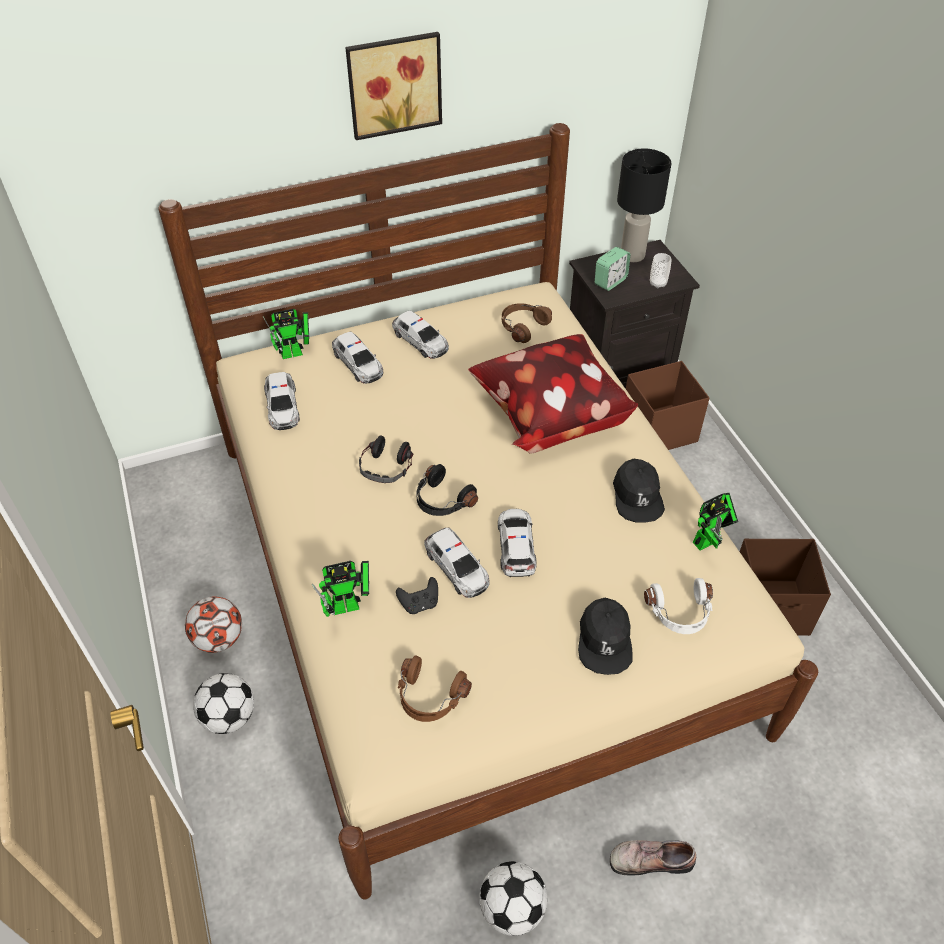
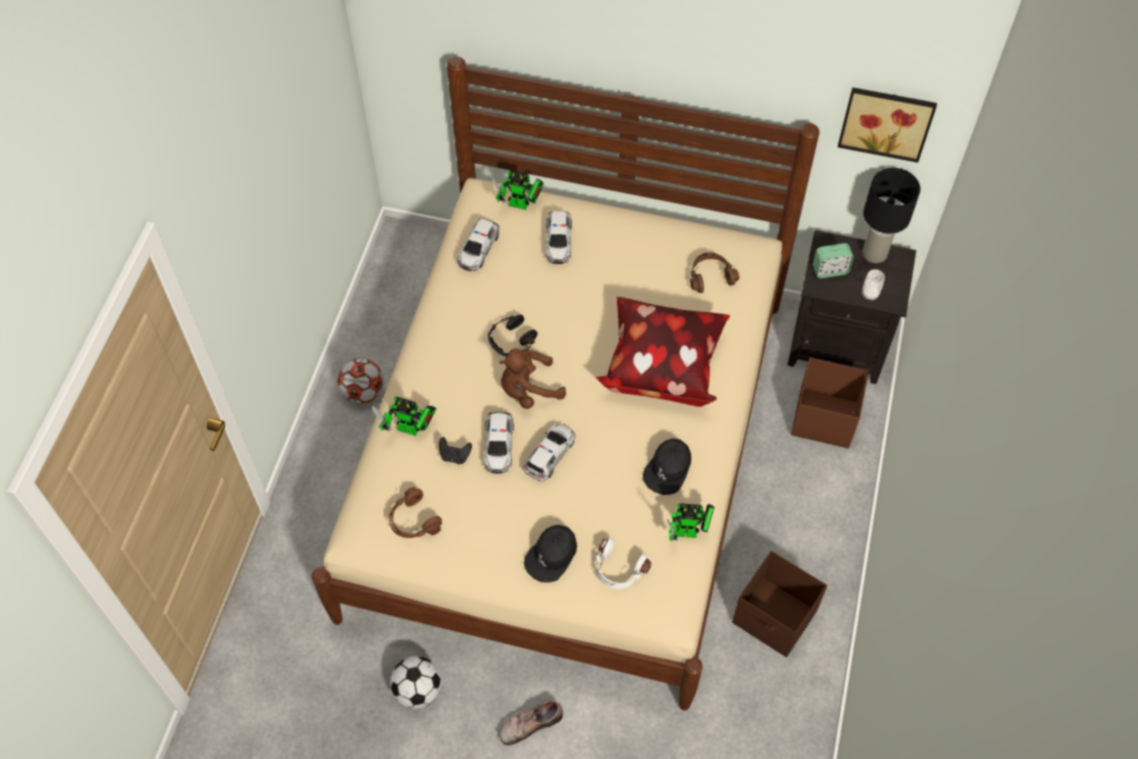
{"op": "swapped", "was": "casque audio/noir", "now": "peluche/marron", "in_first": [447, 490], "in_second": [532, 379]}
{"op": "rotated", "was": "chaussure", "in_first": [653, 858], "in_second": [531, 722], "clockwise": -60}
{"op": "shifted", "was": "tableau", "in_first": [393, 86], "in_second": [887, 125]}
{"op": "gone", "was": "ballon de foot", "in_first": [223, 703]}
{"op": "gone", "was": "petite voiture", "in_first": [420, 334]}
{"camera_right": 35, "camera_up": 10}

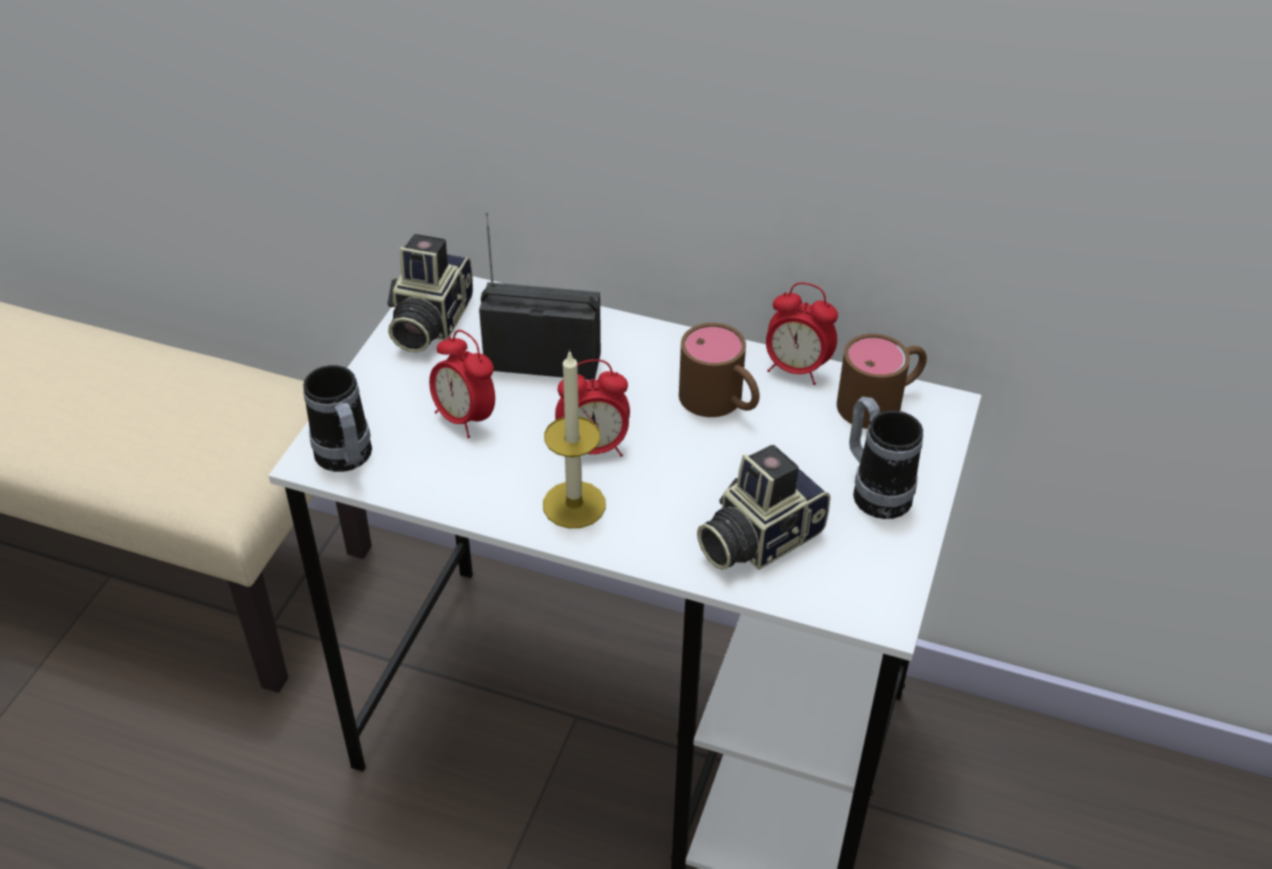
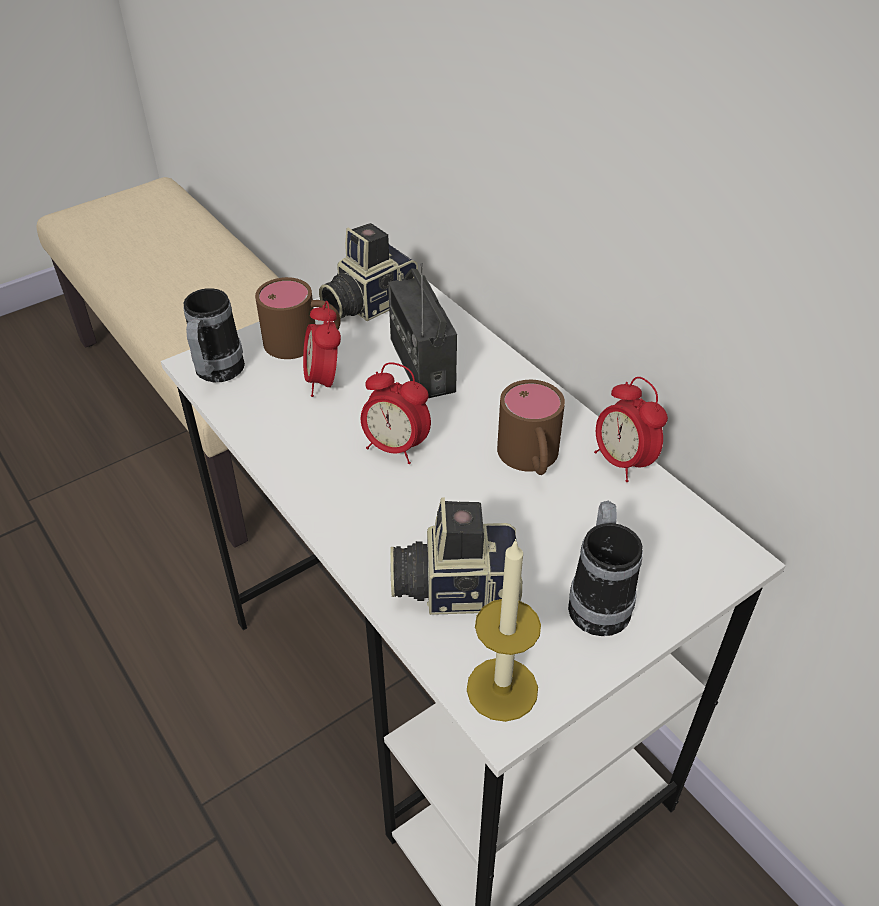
{"op": "shifted", "was": "mug/marron", "in_first": [882, 381], "in_second": [298, 318]}
{"op": "rotated", "was": "radio", "in_first": [540, 296], "in_second": [422, 330], "clockwise": -150}
{"op": "shifted", "was": "bougie", "in_first": [574, 439], "in_second": [504, 630]}
{"camera_right": 35, "camera_up": 0}

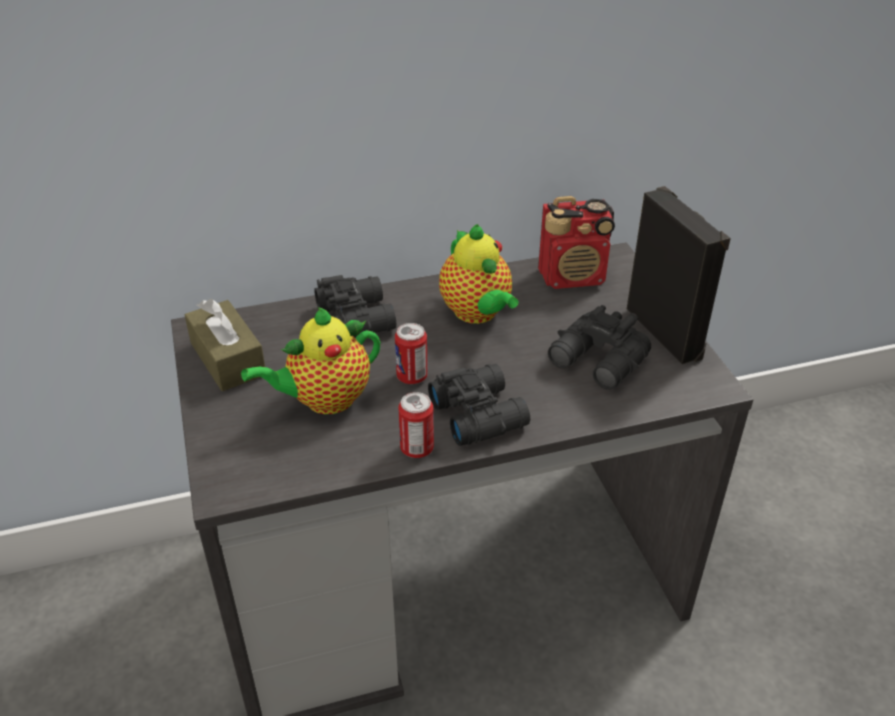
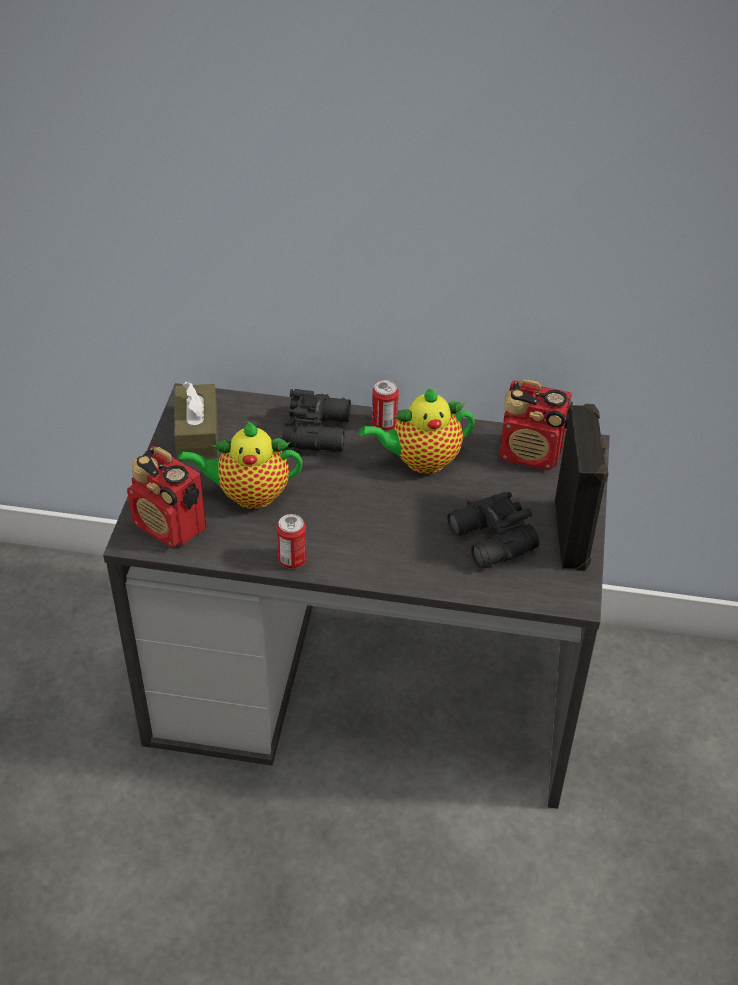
{"op": "new", "now": "radio", "in_second": [166, 497]}
{"op": "rotated", "was": "théière", "in_first": [479, 274], "in_second": [417, 430], "clockwise": 75}
{"op": "shifted", "was": "boîte métallique", "in_first": [411, 353], "in_second": [385, 405]}
{"op": "gone", "was": "jumelles/noir", "in_first": [479, 405]}
{"camera_right": 25, "camera_up": 5}

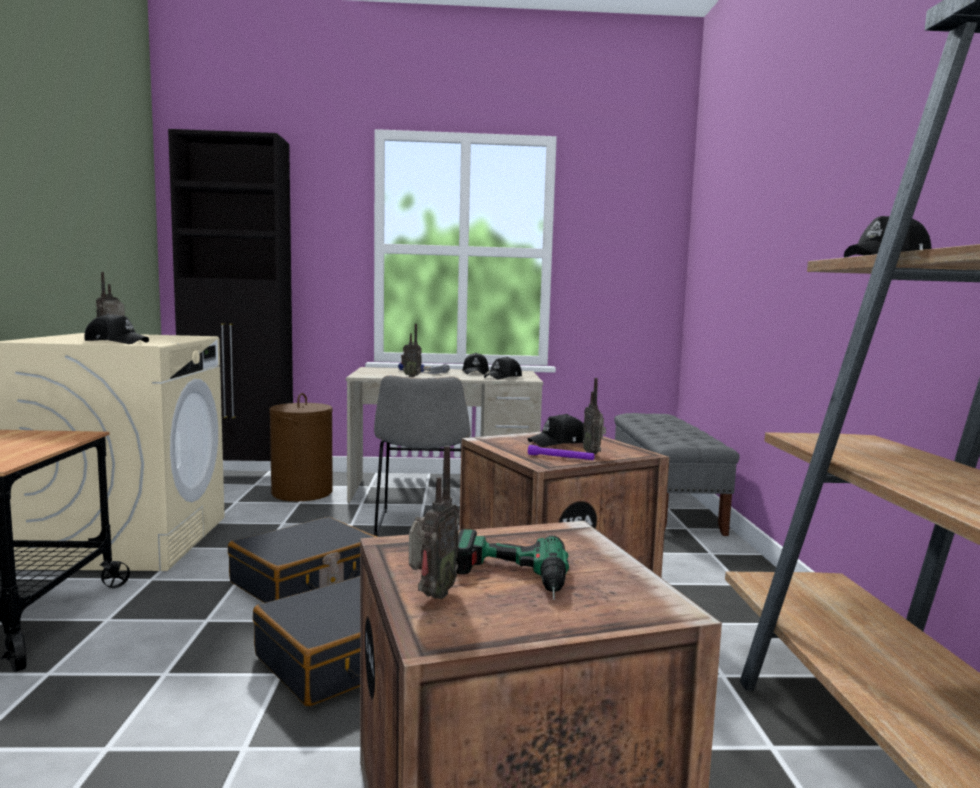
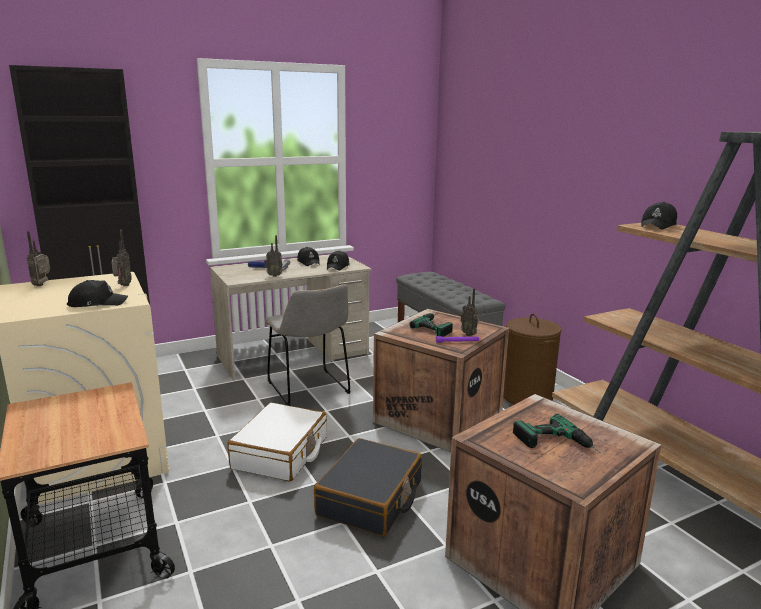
{"op": "shifted", "was": "radio", "in_first": [434, 522], "in_second": [121, 258]}
{"op": "repainted", "was": "valise/noir", "now": "valise/blanc", "in_first": [302, 560], "in_second": [277, 442]}
{"op": "swapped", "was": "casquette/noir", "now": "perceuse", "in_first": [556, 430], "in_second": [431, 325]}
{"op": "shifted", "was": "panier à linge/marron", "in_first": [301, 447], "in_second": [532, 359]}
{"camera_right": -25, "camera_up": 10}

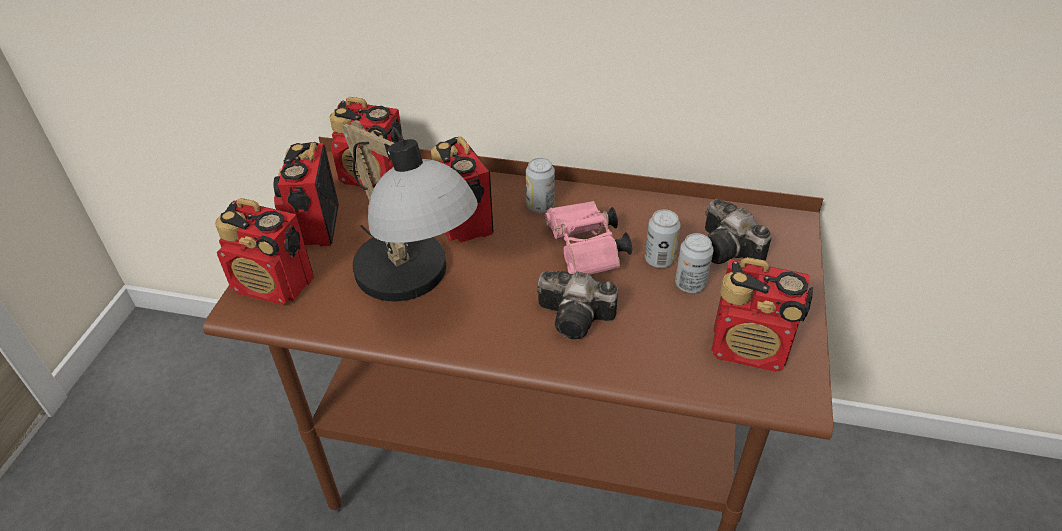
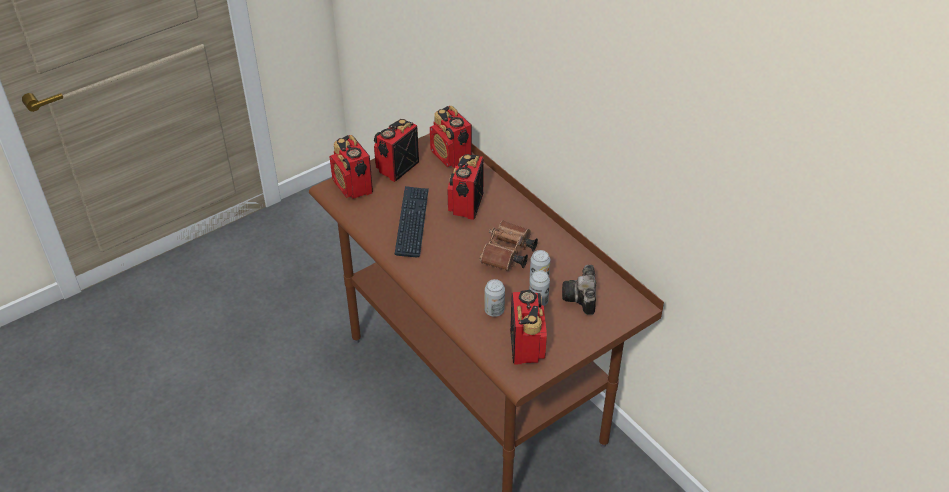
{"op": "swapped", "was": "lampe de table", "now": "clavier", "in_first": [409, 210], "in_second": [411, 221]}
{"op": "repainted", "was": "jumelles/rose", "now": "jumelles/marron", "in_first": [588, 238], "in_second": [508, 245]}
{"op": "shifted", "was": "boîte métallique", "in_first": [540, 185], "in_second": [494, 298]}
{"op": "rotated", "was": "radio", "in_first": [762, 314], "in_second": [528, 327], "clockwise": -150}
{"op": "gone", "was": "appareil photo", "in_first": [577, 305]}
{"camera_right": 40, "camera_up": 0}

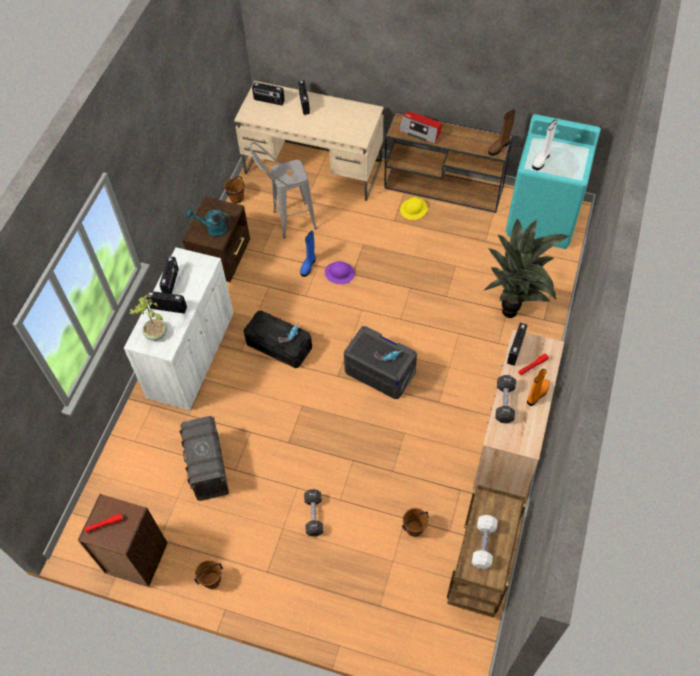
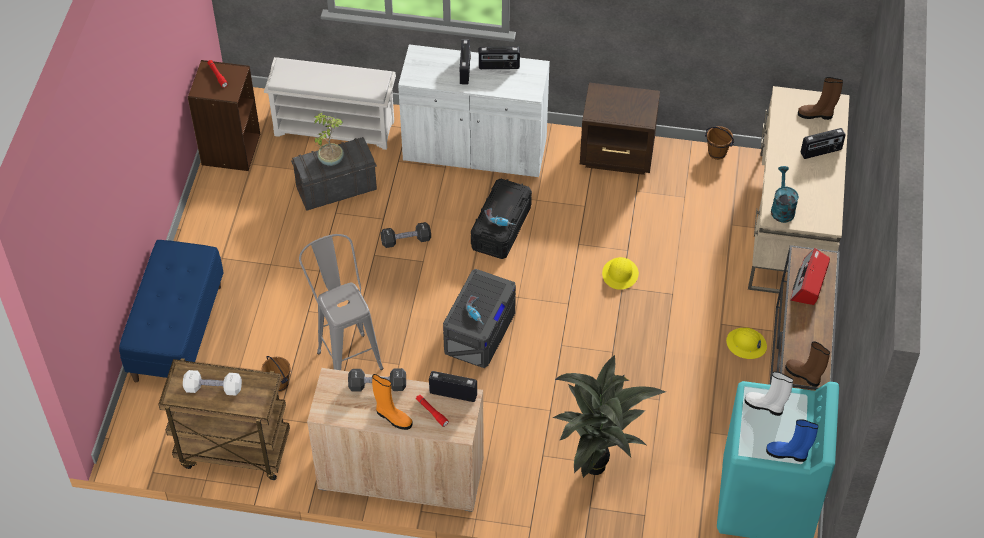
{"op": "new", "now": "banc/bleu", "in_second": [171, 311]}
{"op": "new", "now": "étagère à chaussures/blanc", "in_second": [330, 103]}
{"op": "shifted", "was": "tabouret/gris", "in_first": [283, 190], "in_second": [341, 302]}
{"op": "shifted", "was": "plante en pot", "in_first": [148, 318], "in_second": [329, 139]}
{"op": "shifted", "was": "haltère/noir", "in_first": [313, 513], "in_second": [405, 235]}
{"op": "repainted", "was": "casque de chantier/violet", "now": "casque de chantier/jaune", "in_first": [340, 272], "in_second": [620, 273]}
{"op": "shifted", "was": "botte/bleu", "in_first": [308, 254], "in_second": [792, 440]}
{"op": "shifted", "was": "arrosoir/turquoise", "in_first": [208, 223], "in_second": [785, 194]}
{"op": "swapped", "was": "radio", "now": "botte/marron", "in_first": [268, 93], "in_second": [820, 98]}
{"op": "gone", "was": "seau/marron", "in_first": [208, 574]}
{"camera_right": 80, "camera_up": -5}

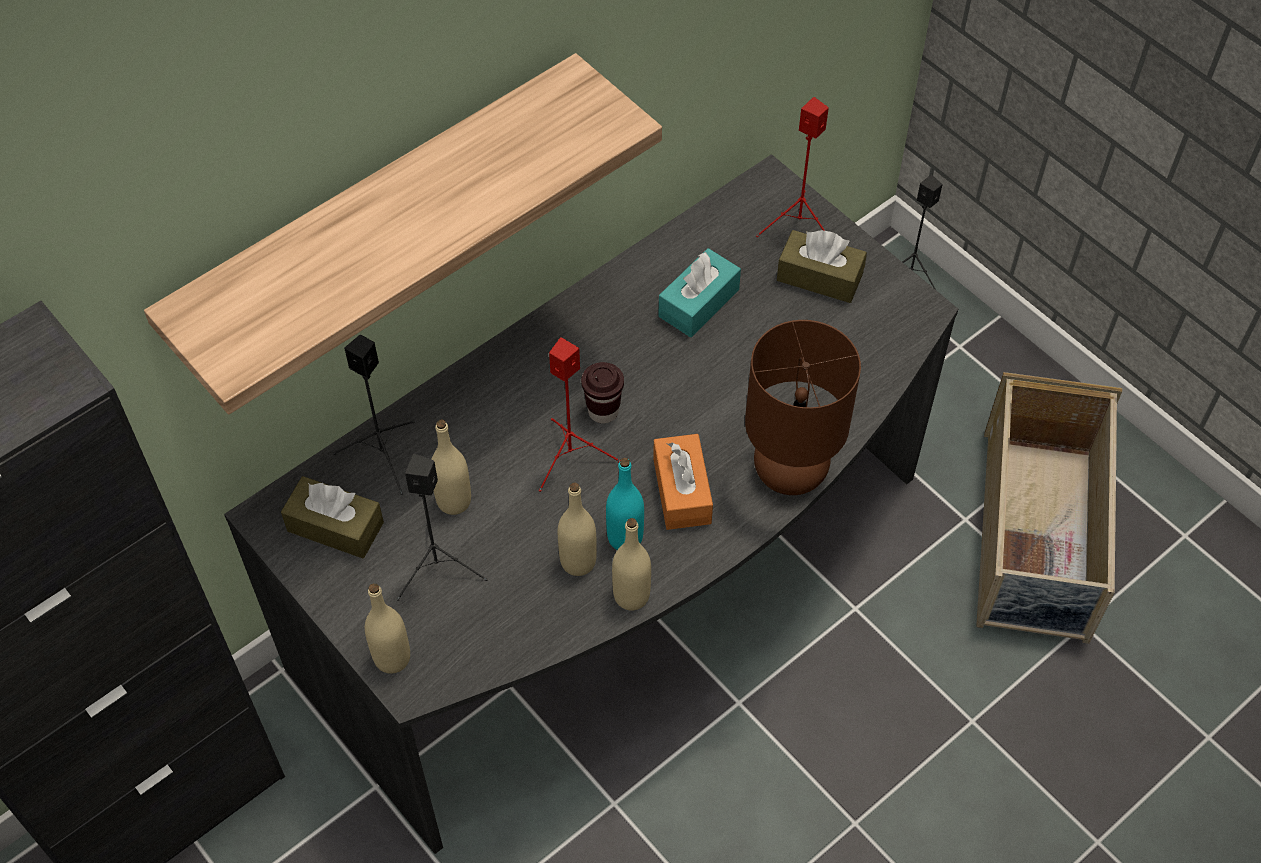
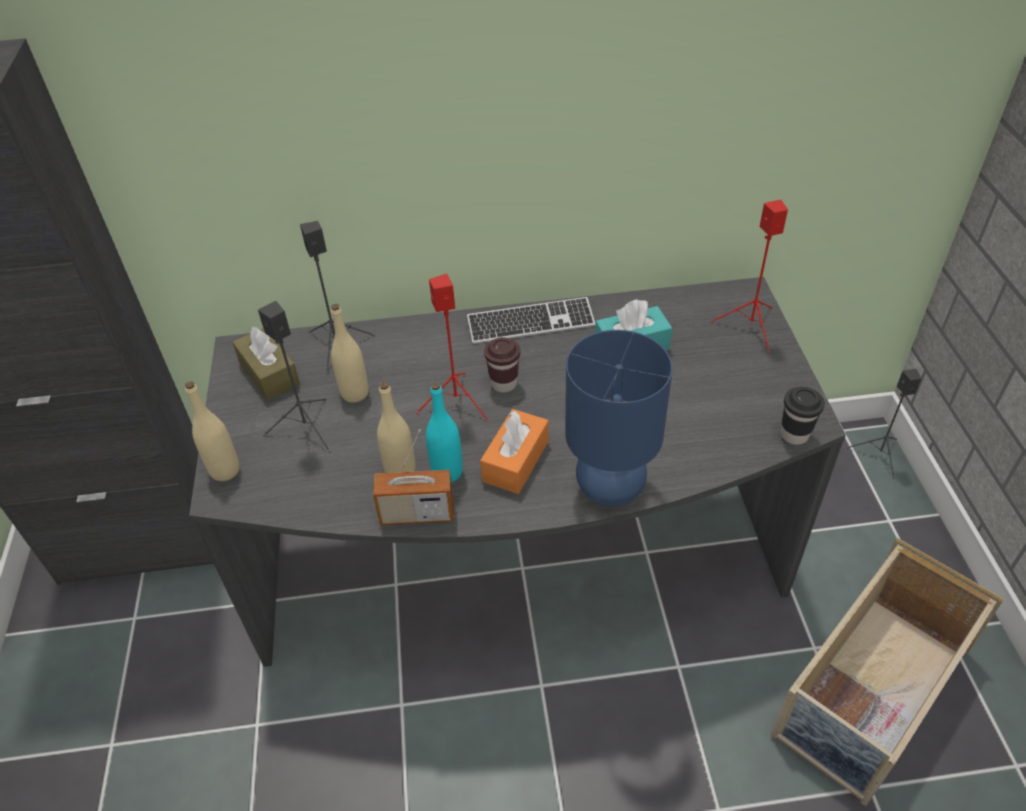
{"op": "swapped", "was": "bouteille/beige", "now": "radio", "in_first": [631, 564], "in_second": [413, 477]}
{"op": "new", "now": "clavier", "in_second": [531, 320]}
{"op": "repainted", "was": "lampe de table/marron", "now": "lampe de table/bleu", "in_first": [803, 407], "in_second": [618, 418]}
{"op": "new", "now": "tasse/noir", "in_second": [803, 416]}
{"op": "gone", "was": "étagère", "in_first": [403, 234]}
{"op": "gone", "was": "boîte à mouchoirs/marron", "in_first": [822, 266]}
{"camera_right": 35, "camera_up": -10}

